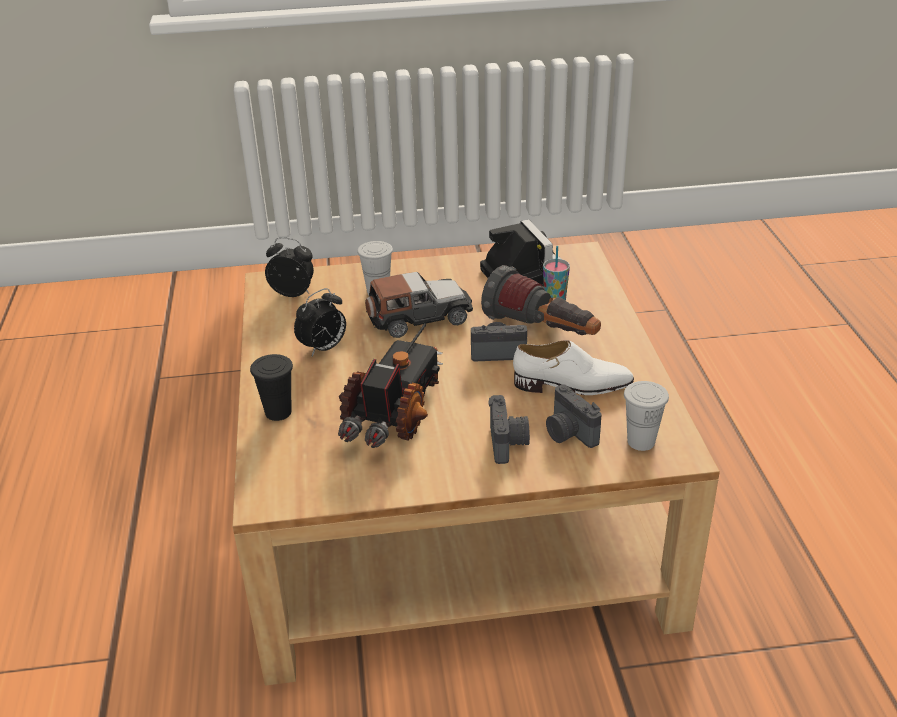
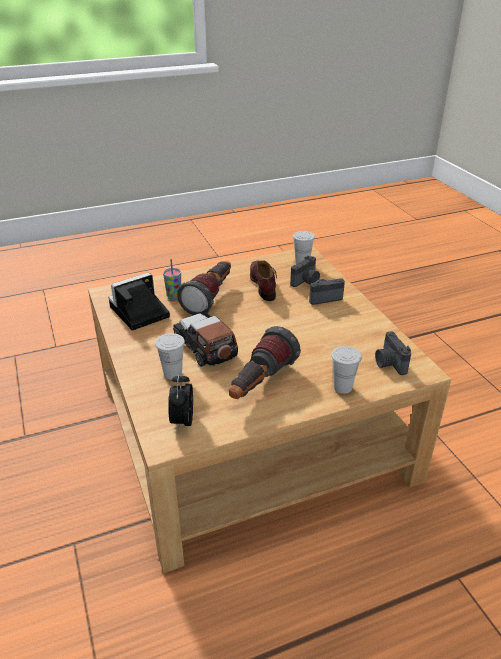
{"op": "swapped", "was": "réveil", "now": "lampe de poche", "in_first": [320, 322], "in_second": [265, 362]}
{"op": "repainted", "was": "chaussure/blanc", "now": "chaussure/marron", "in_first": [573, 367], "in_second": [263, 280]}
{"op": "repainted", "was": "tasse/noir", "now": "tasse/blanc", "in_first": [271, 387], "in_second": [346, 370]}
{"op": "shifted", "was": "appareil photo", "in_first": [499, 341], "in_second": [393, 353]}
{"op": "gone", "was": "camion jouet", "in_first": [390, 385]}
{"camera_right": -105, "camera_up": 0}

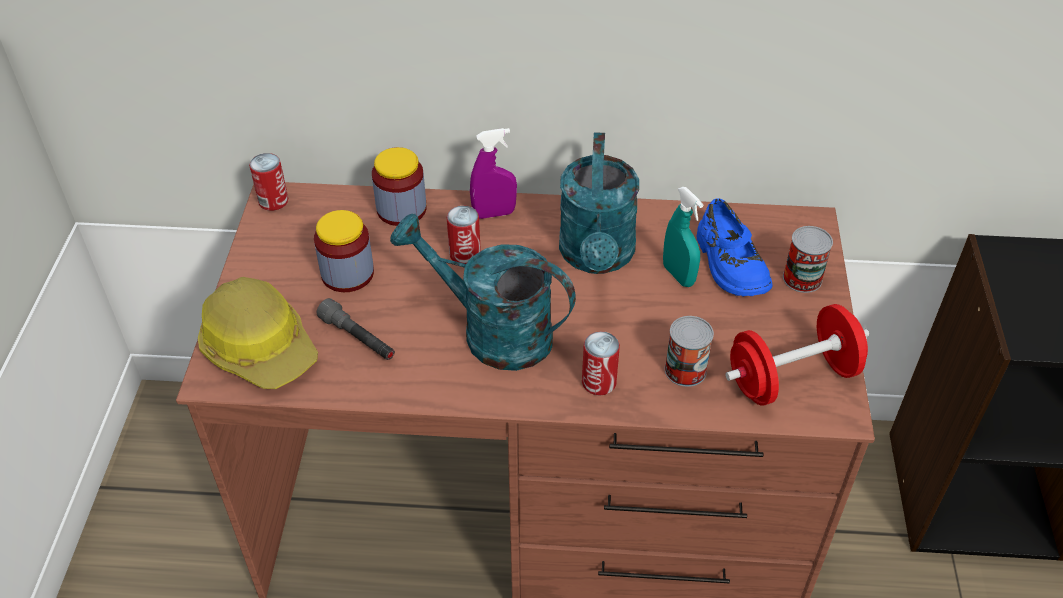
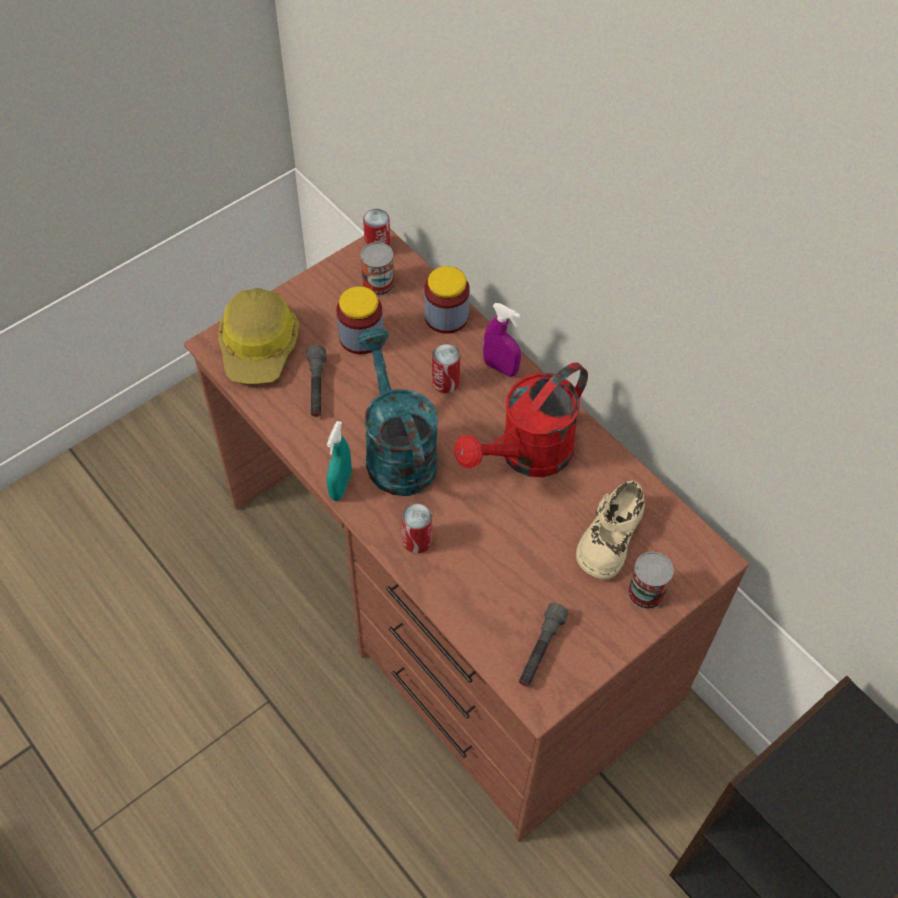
{"op": "shifted", "was": "vaporisateur/turquoise", "in_first": [683, 237], "in_second": [339, 461]}
{"op": "shifted", "was": "boîte métallique", "in_first": [689, 351], "in_second": [377, 269]}
{"op": "repainted", "was": "arrosoir/turquoise", "now": "arrosoir/rouge", "in_first": [599, 203], "in_second": [521, 419]}
{"op": "swapped", "was": "haltère/rouge", "now": "lampe de poche/gris", "in_first": [797, 355], "in_second": [543, 645]}
{"op": "repainted", "was": "chaussure/bleu", "now": "chaussure/beige", "in_first": [734, 247], "in_second": [610, 530]}
{"camera_right": 45, "camera_up": 10}

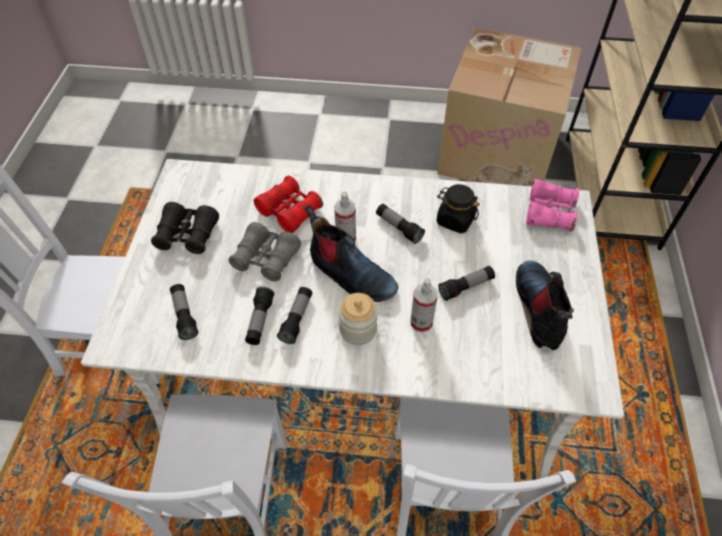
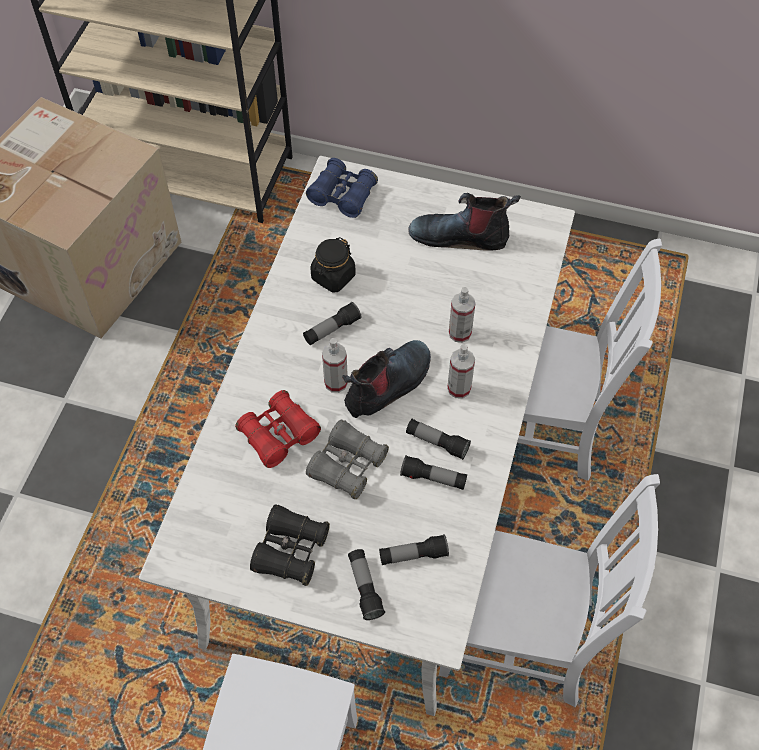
{"op": "repainted", "was": "jumelles/rose", "now": "jumelles/bleu", "in_first": [552, 205], "in_second": [342, 188]}
{"op": "shifted", "was": "lampe de poche", "in_first": [466, 283], "in_second": [366, 584]}
{"op": "swapped", "was": "bocal", "now": "vaporisateur", "in_first": [358, 319], "in_second": [461, 371]}
{"camera_right": -80, "camera_up": 5}

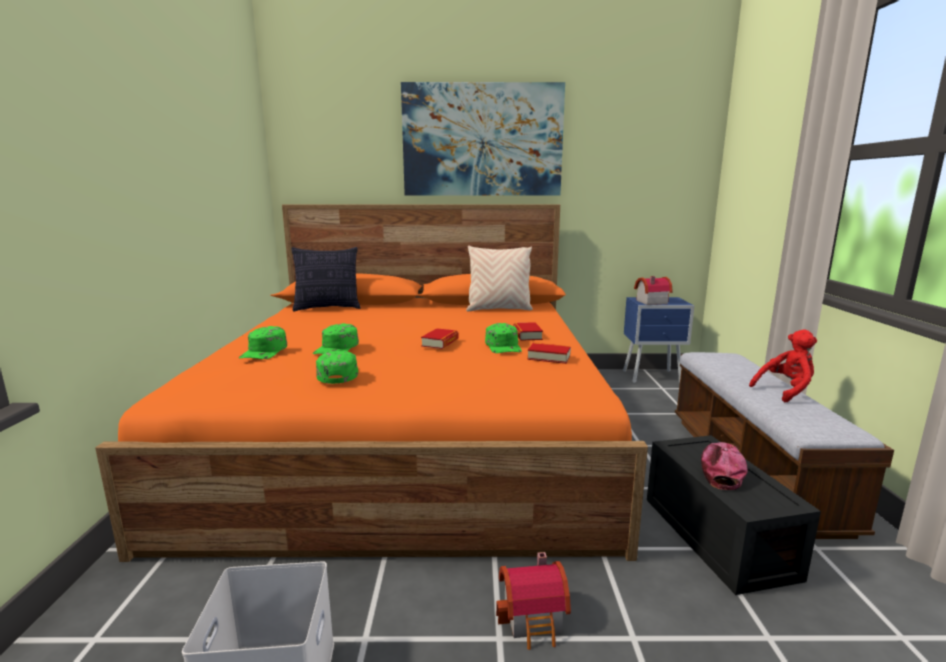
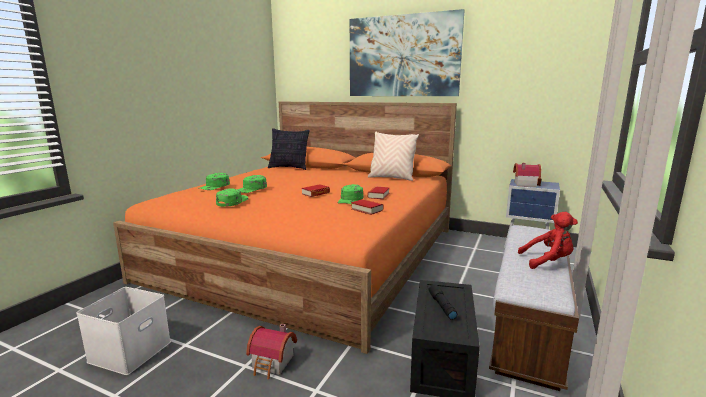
{"op": "swapped", "was": "casquette", "now": "lampe de poche/noir", "in_first": [724, 466], "in_second": [442, 302]}
{"camera_right": 25, "camera_up": 0}

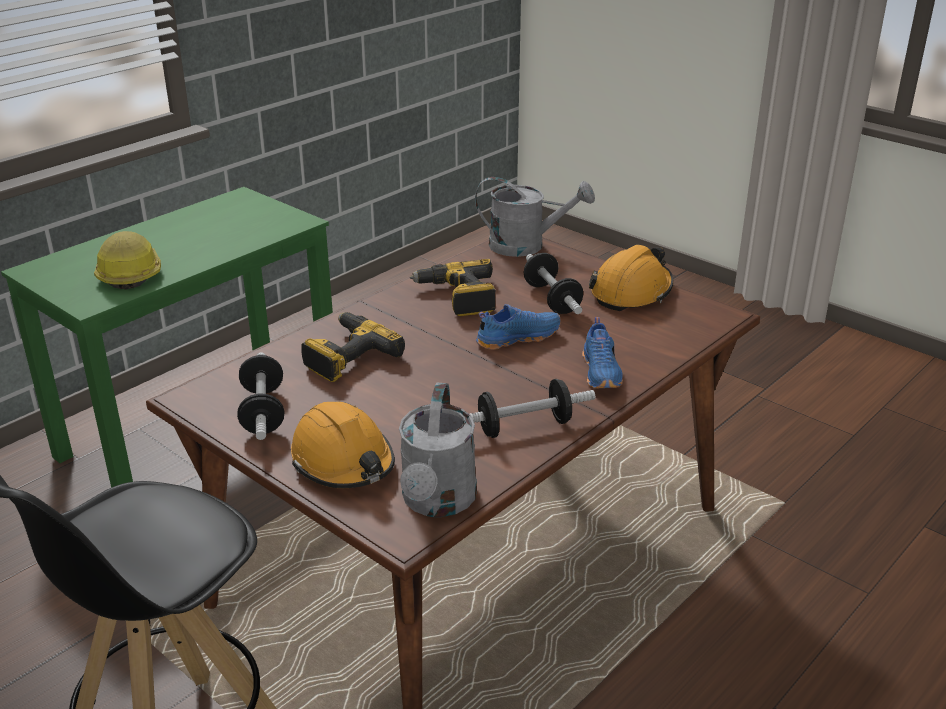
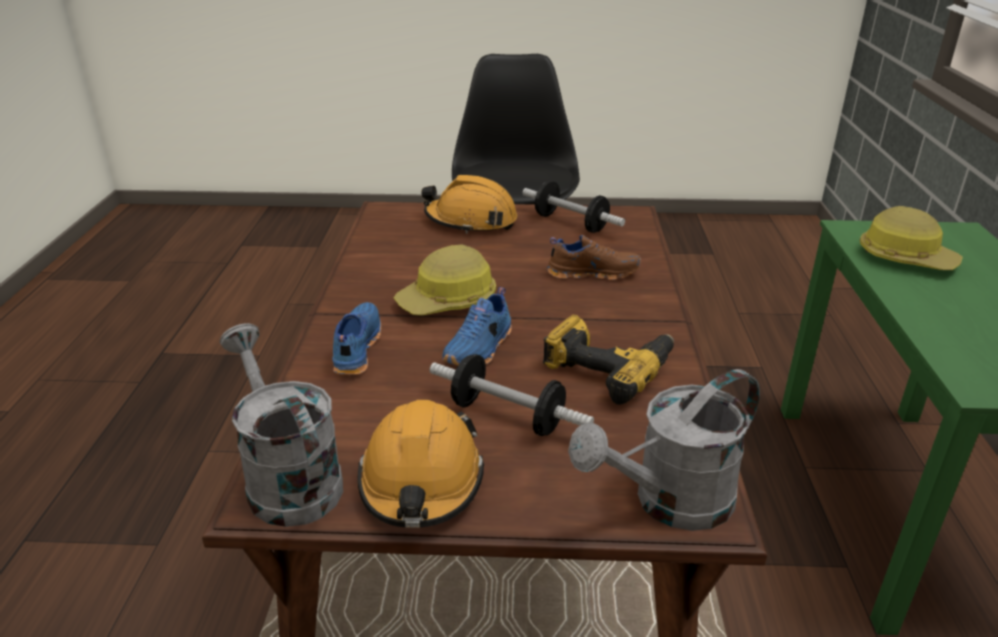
{"op": "shifted", "was": "arrosoir/gris", "in_first": [438, 450], "in_second": [281, 425]}
{"op": "rotated", "was": "chaussure/bleu", "in_first": [602, 353], "in_second": [356, 339], "clockwise": 45}
{"op": "new", "now": "casque de chantier", "in_second": [445, 280]}
{"op": "swapped", "was": "perceuse", "now": "chaussure/marron", "in_first": [353, 347], "in_second": [594, 257]}
{"op": "gone", "was": "haltère", "in_first": [532, 408]}
{"camera_right": 140, "camera_up": 0}

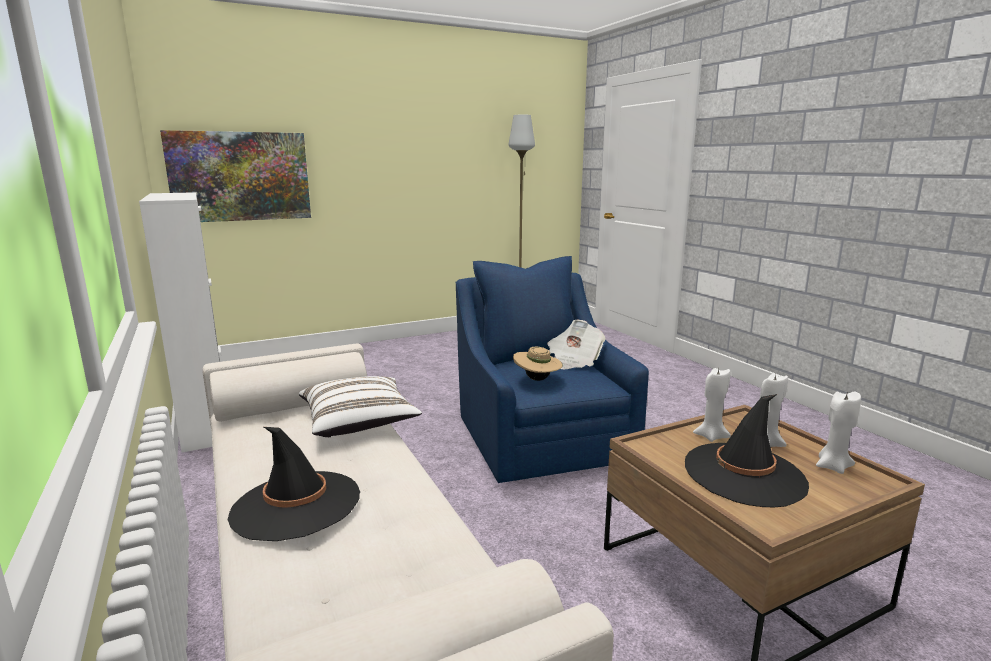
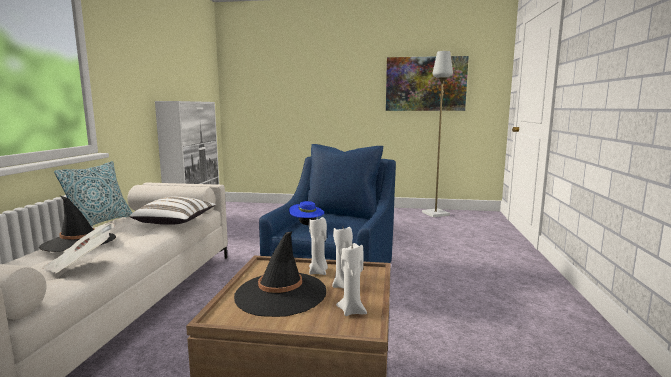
{"op": "shifted", "was": "journal", "in_first": [576, 344], "in_second": [78, 248]}
{"op": "new", "now": "coussin", "in_second": [93, 193]}
{"op": "repainted", "was": "chapeau/beige", "now": "chapeau/bleu", "in_first": [538, 364], "in_second": [306, 213]}
{"op": "shifted", "was": "tableau", "in_first": [235, 176], "in_second": [427, 83]}
{"camera_right": 35, "camera_up": -5}

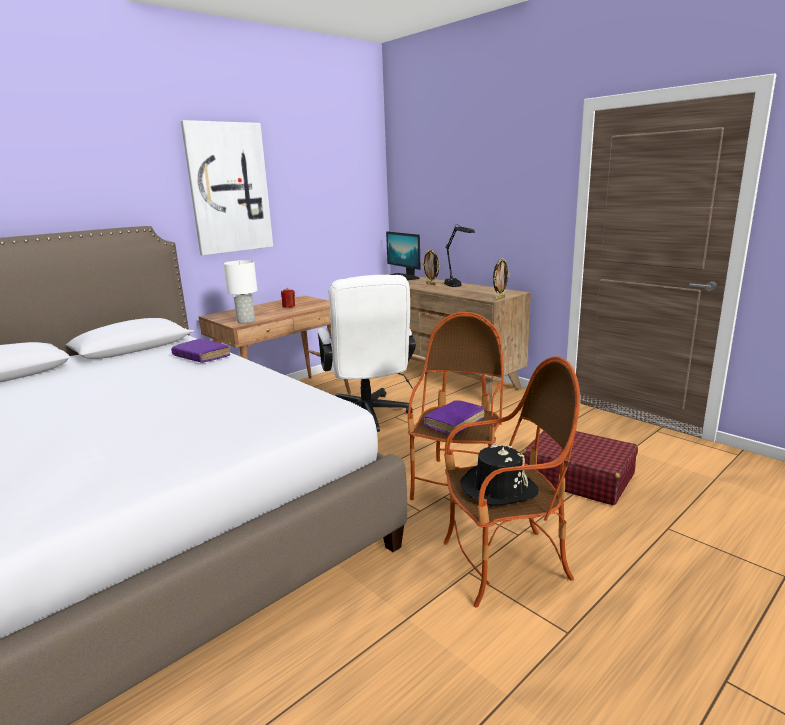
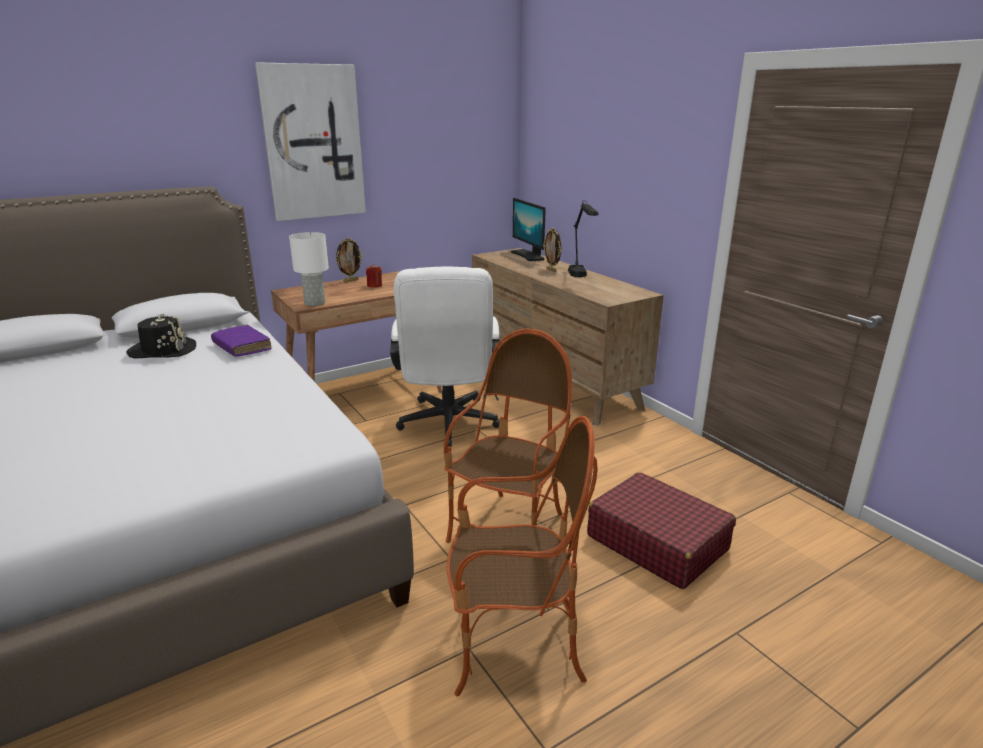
{"op": "shifted", "was": "chapeau/noir", "in_first": [499, 475], "in_second": [161, 336]}
{"op": "shifted", "was": "cadre photo", "in_first": [501, 279], "in_second": [349, 259]}
{"op": "gone", "was": "livre/violet", "in_first": [454, 418]}
{"camera_right": 10, "camera_up": 5}

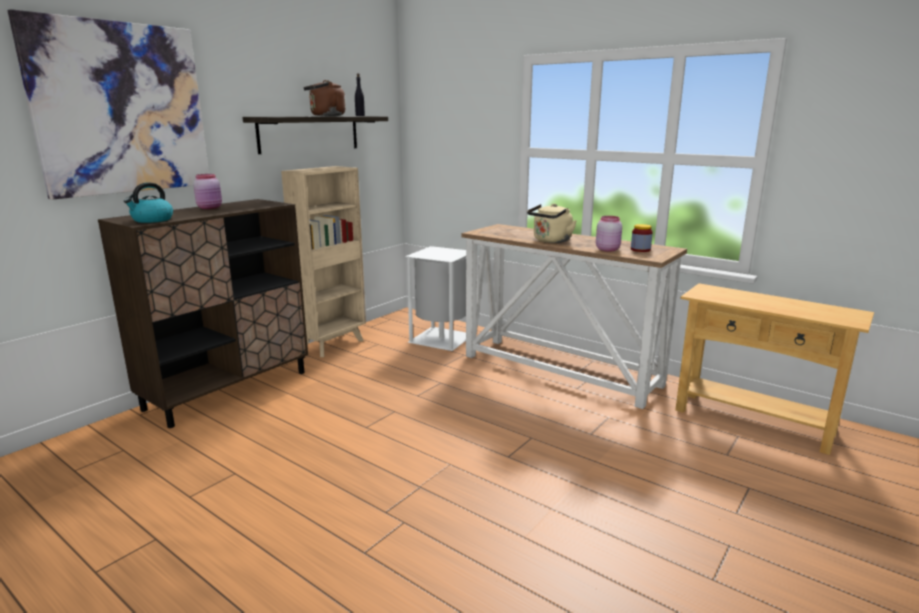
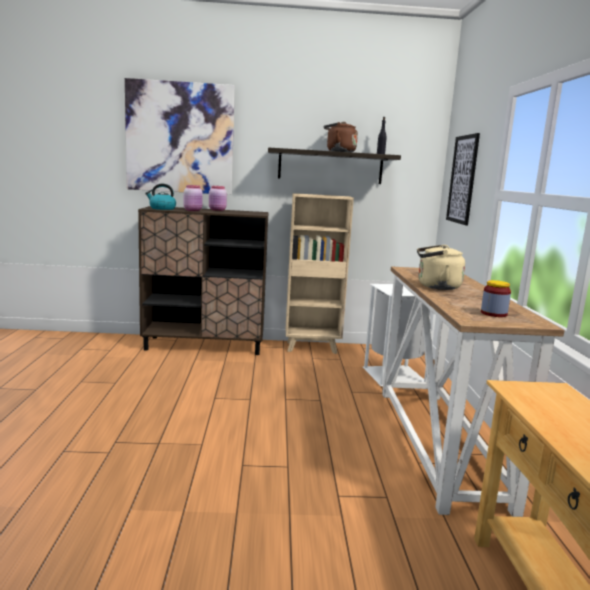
{"op": "shifted", "was": "bocal/rose", "in_first": [609, 234], "in_second": [193, 198]}
{"op": "new", "now": "tableau", "in_second": [463, 179]}
{"camera_right": 50, "camera_up": -5}

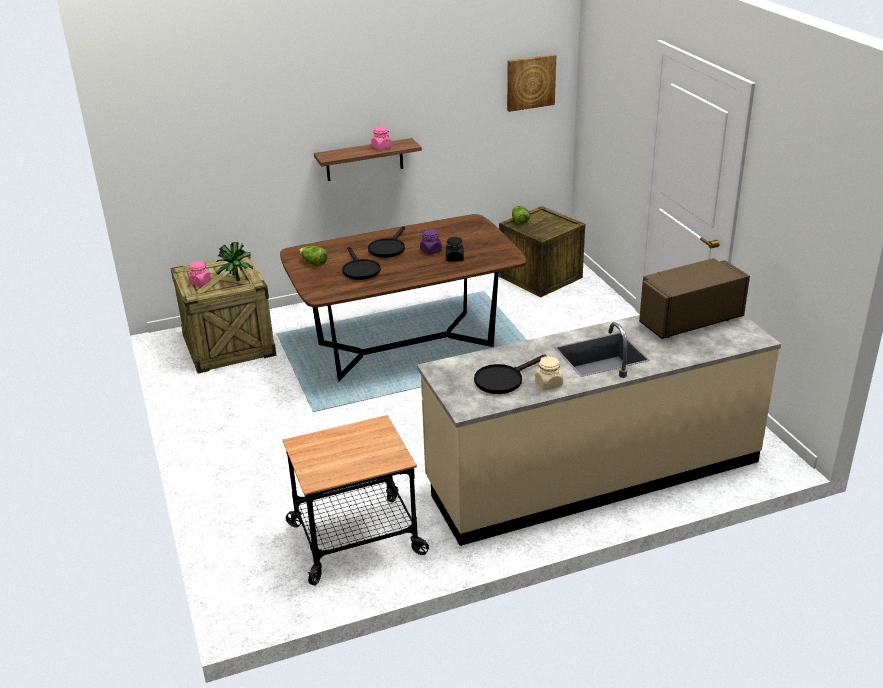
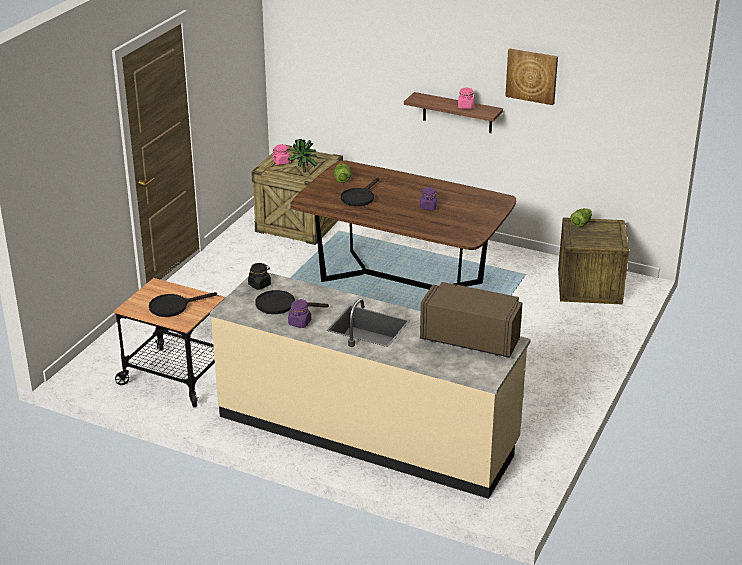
{"op": "shifted", "was": "poêle/noir", "in_first": [386, 242], "in_second": [183, 304]}
{"op": "shifted", "was": "bocal/noir", "in_first": [455, 249], "in_second": [259, 276]}
{"op": "repainted", "was": "bocal/beige", "now": "bocal/violet", "in_first": [549, 373], "in_second": [299, 313]}
{"op": "shifted", "was": "tableau", "in_first": [531, 83], "in_second": [531, 77]}
{"camera_right": 45, "camera_up": 0}

